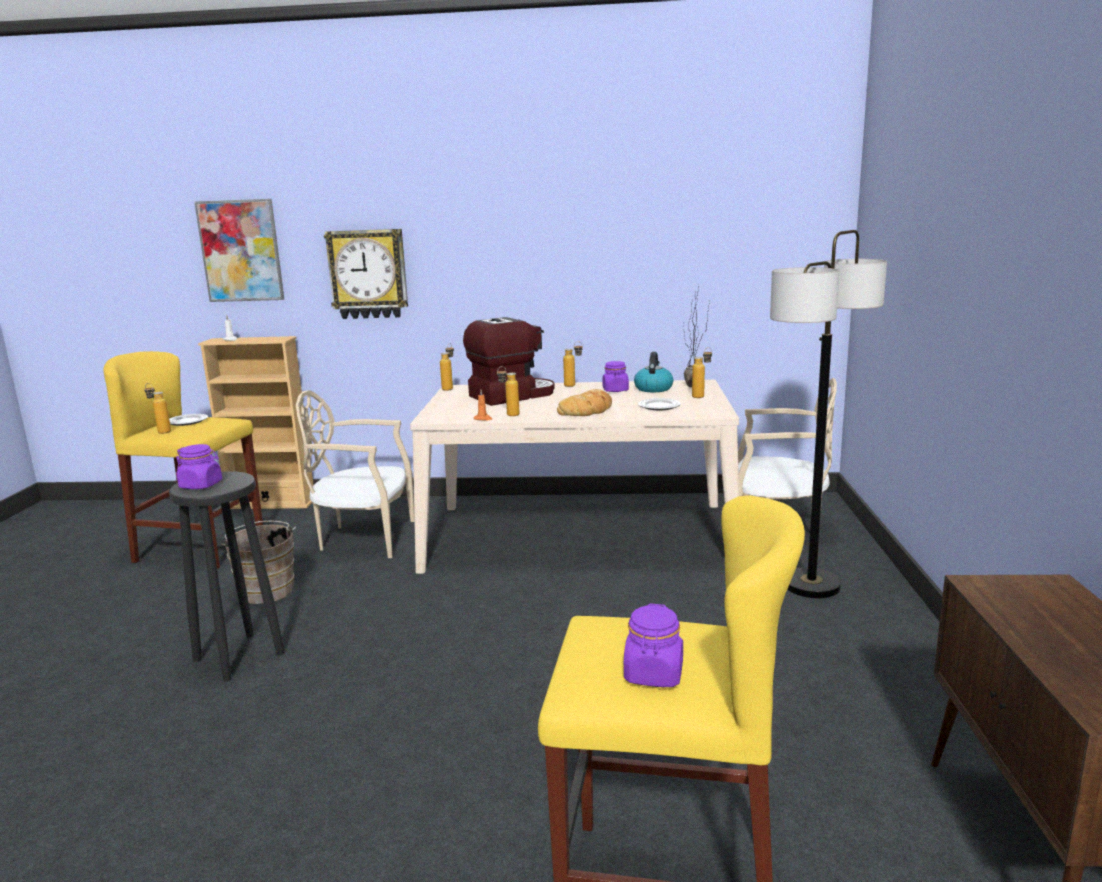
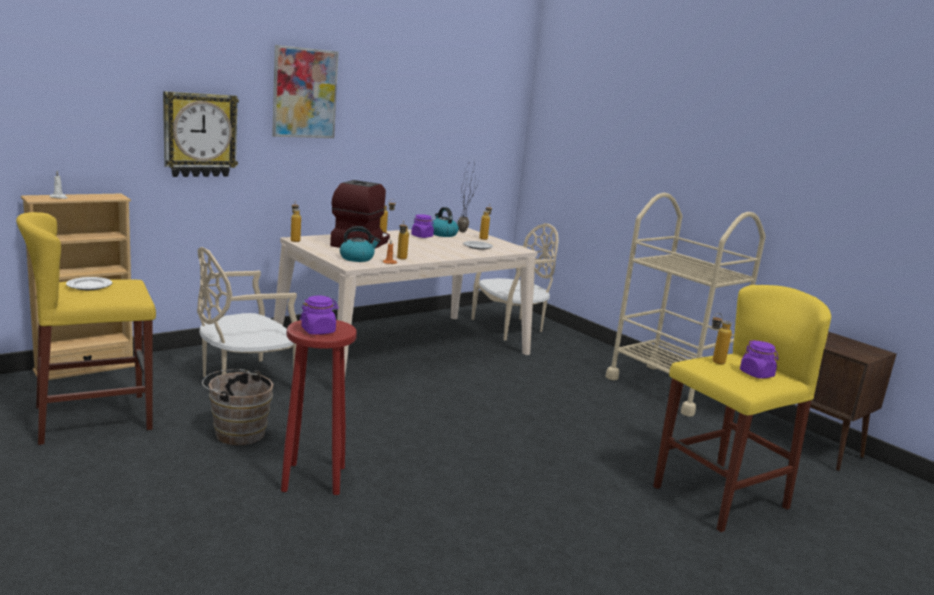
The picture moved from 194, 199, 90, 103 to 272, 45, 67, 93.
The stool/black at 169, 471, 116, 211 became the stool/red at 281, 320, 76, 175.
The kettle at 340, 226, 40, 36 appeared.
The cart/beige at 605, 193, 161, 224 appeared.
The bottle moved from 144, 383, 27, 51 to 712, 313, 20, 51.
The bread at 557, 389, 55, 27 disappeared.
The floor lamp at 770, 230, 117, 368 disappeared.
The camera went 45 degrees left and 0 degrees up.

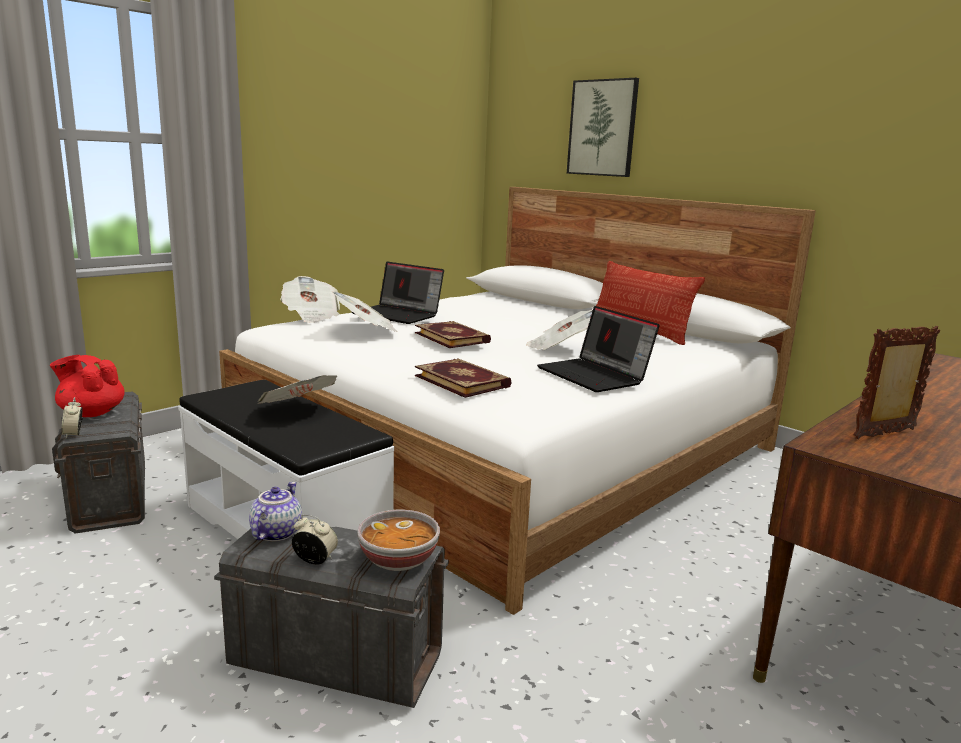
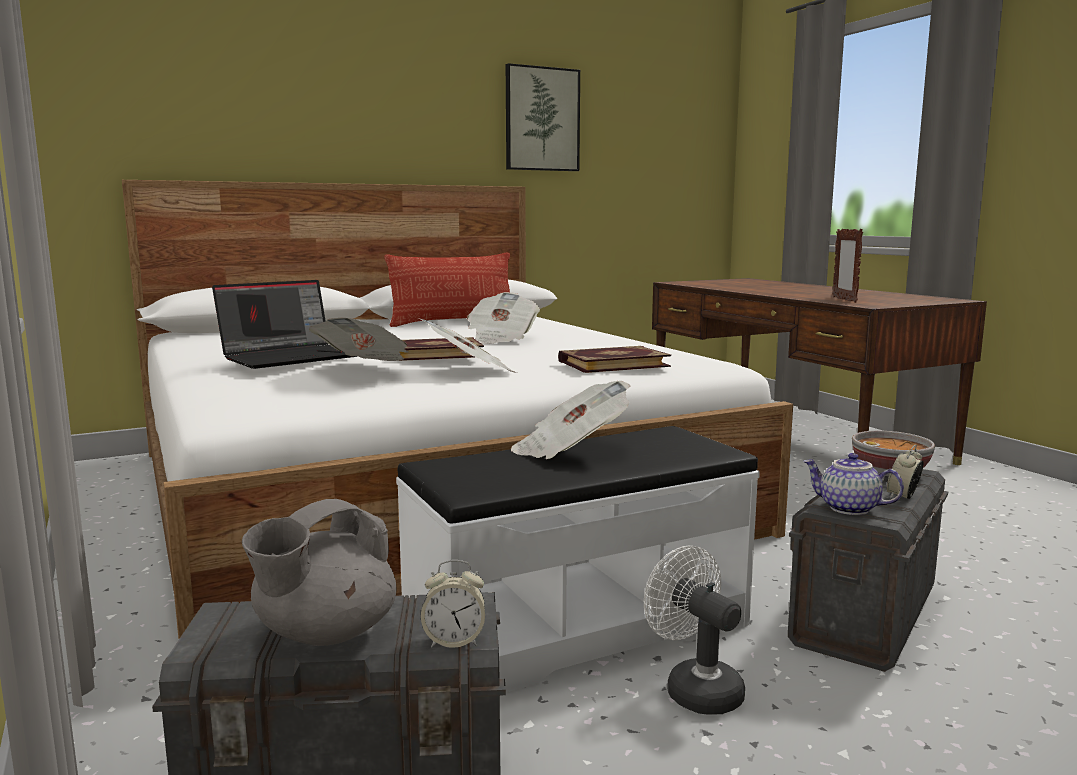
The teapot/red at 50, 355, 75, 62 became the teapot/grey at 242, 499, 155, 147.
The newspaper moved from 280, 276, 60, 47 to 418, 318, 100, 55.
The picture moved from 567, 78, 72, 99 to 506, 63, 74, 108.
The fan/white at 644, 546, 101, 168 appeared.
The laptop at 537, 306, 123, 86 disappeared.
The camera went 70 degrees left and 5 degrees down.

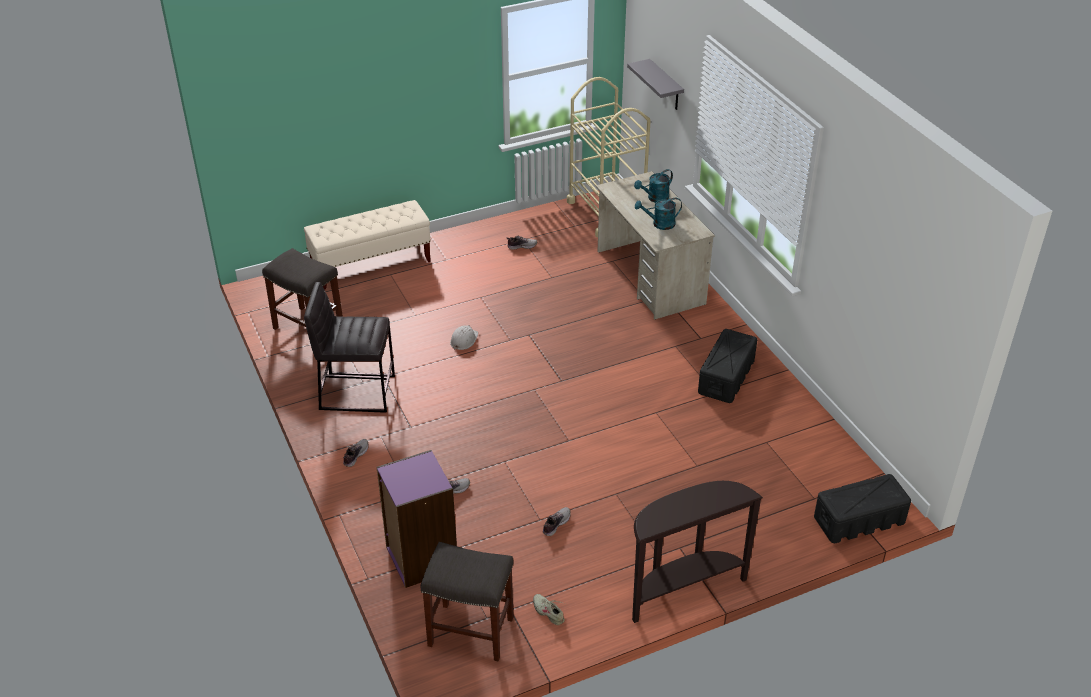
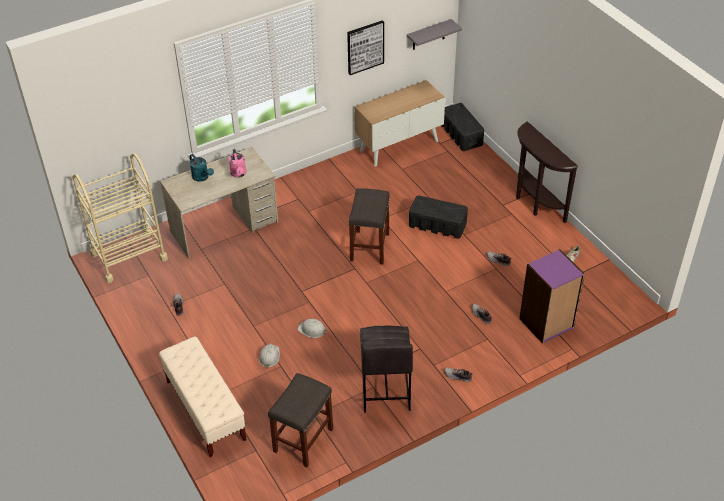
The watering can/turquoise at 635, 198, 47, 32 became the watering can/pink at 228, 149, 19, 29.
The hard hat/white at 259, 343, 21, 25 appeared.
The picture at 347, 20, 37, 55 appeared.
The stool/grey moved from 421, 542, 93, 119 to 349, 188, 41, 77.
The cabinet at 355, 80, 90, 87 appeared.
The shelf/grey moved from 627, 59, 57, 51 to 407, 19, 55, 31.
The storage box/black moved from 698, 329, 59, 74 to 409, 195, 59, 44.
The camera went 95 degrees left and 5 degrees up.

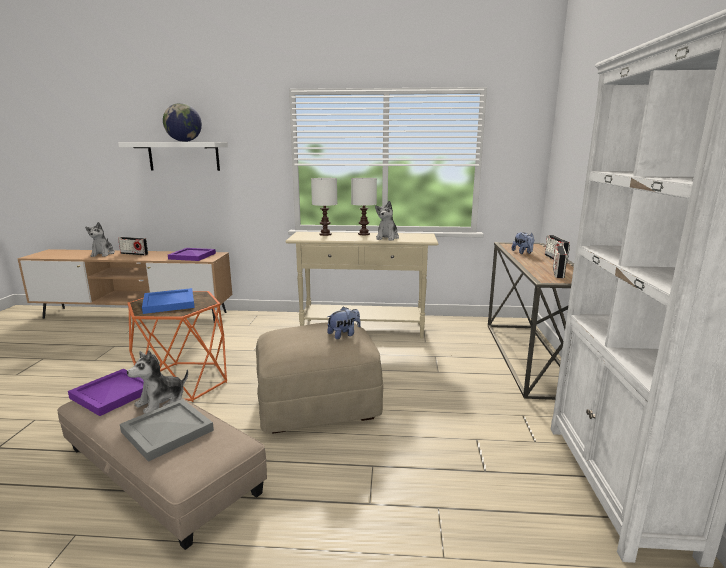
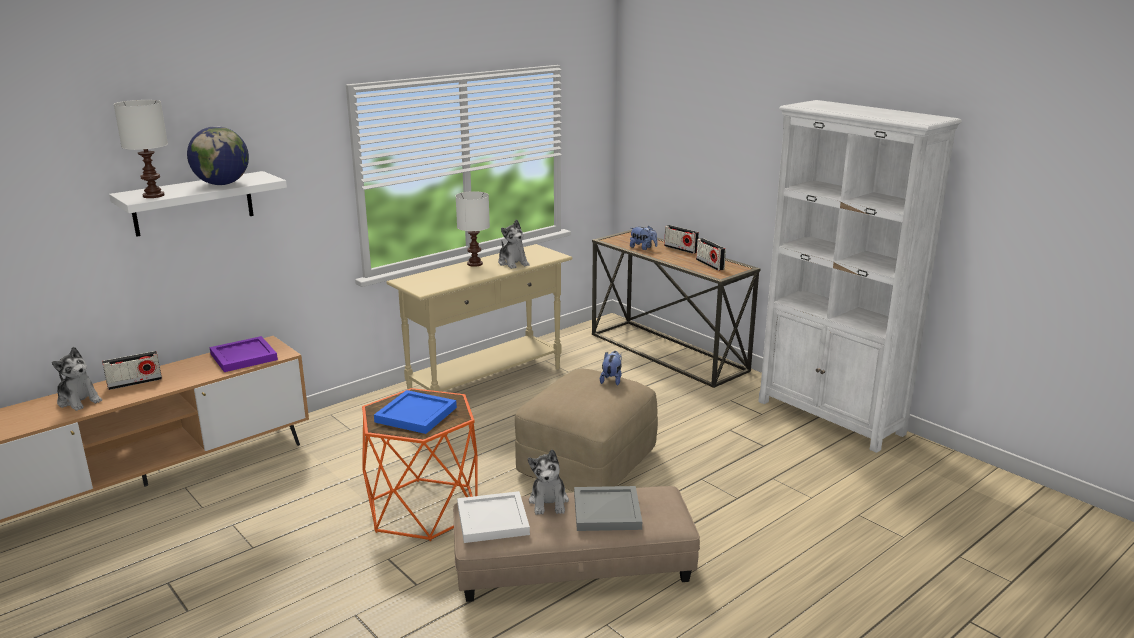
The table lamp/white moved from 311, 178, 26, 58 to 114, 100, 54, 98.
The tray/purple at 68, 369, 76, 47 became the tray/white at 457, 491, 73, 52.
The camera went 45 degrees left and 5 degrees up.

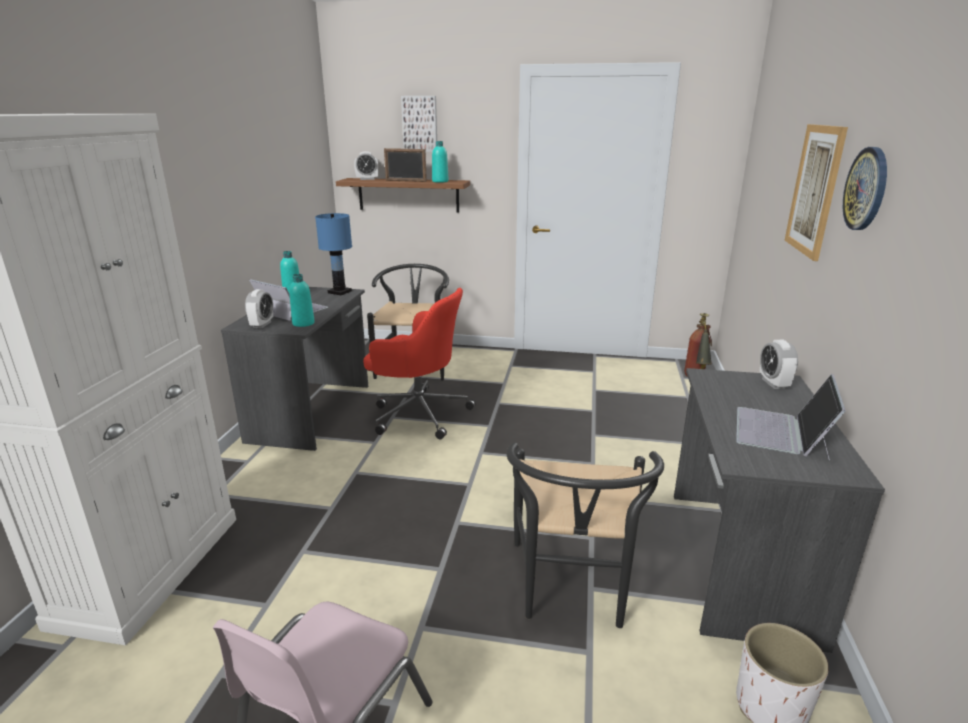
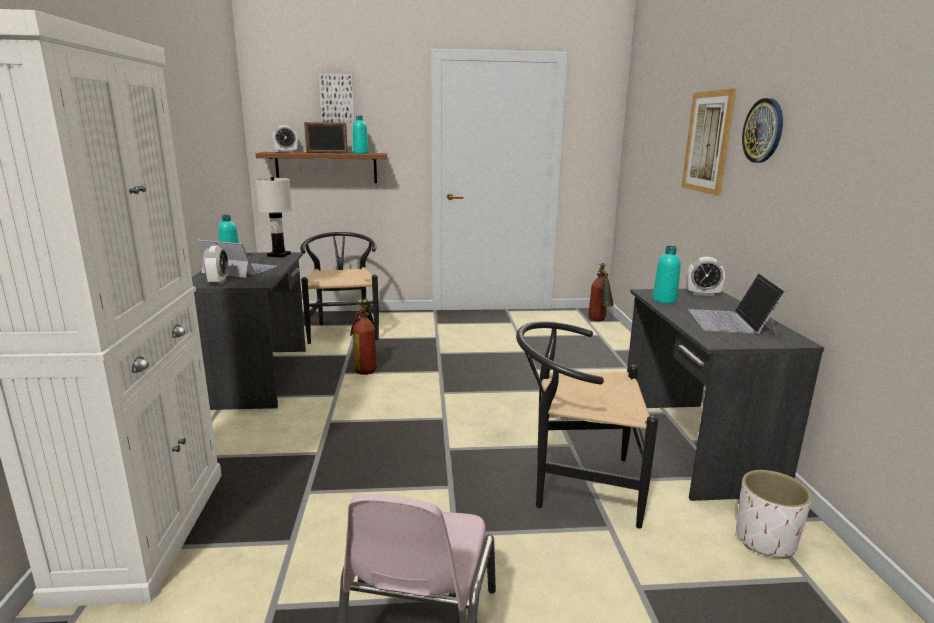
The table lamp/blue at 315, 213, 37, 82 became the table lamp/white at 255, 177, 37, 81.
The office chair/red at 363, 288, 113, 151 was replaced by the fire extinguisher at 350, 299, 28, 76.
The chair/black at 506, 442, 158, 186 turned 105 degrees clockwise.
The bottle/turquoise moved from 289, 274, 26, 53 to 653, 246, 28, 58.
The alarm clock at 760, 340, 38, 49 turned 60 degrees counterclockwise.
The camera went 15 degrees left and 5 degrees down.

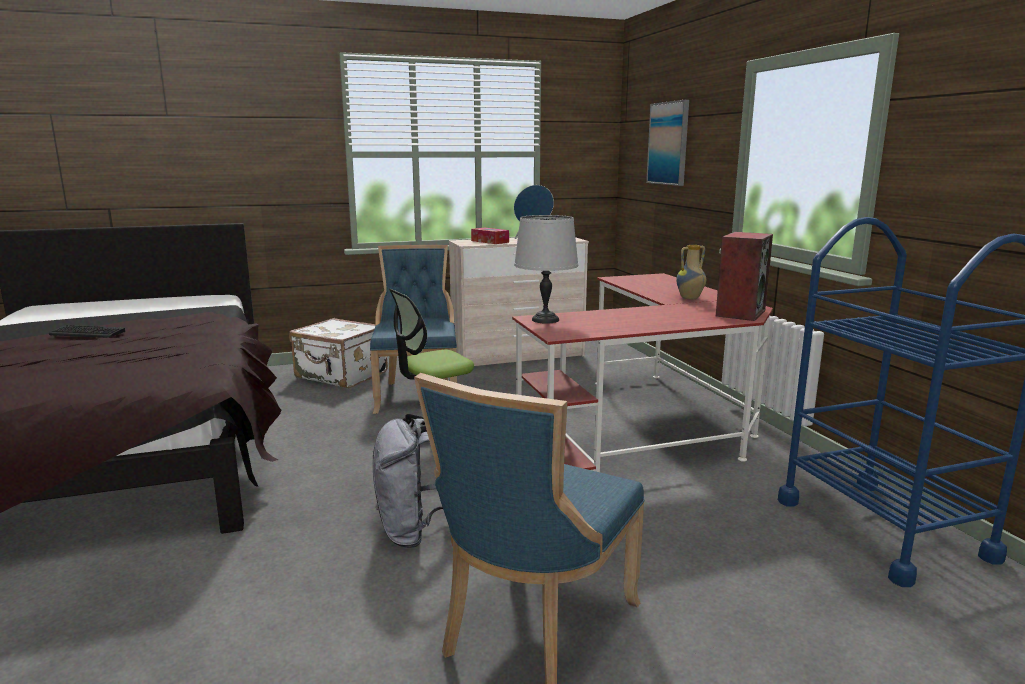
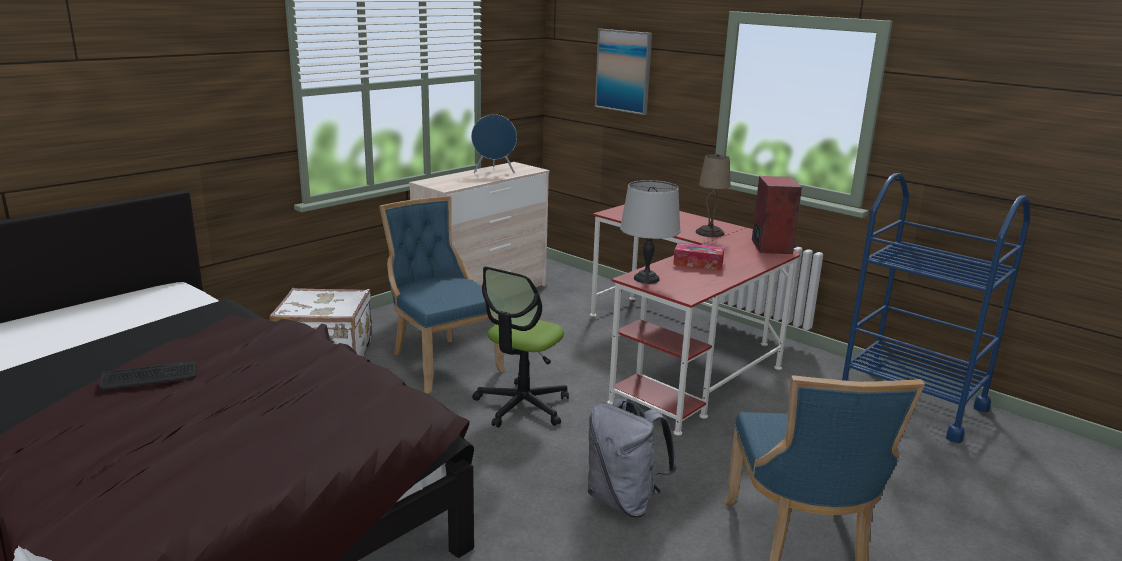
The tissue box moved from 471, 228, 38, 16 to 673, 242, 52, 28.
The vase at 676, 245, 30, 54 was replaced by the table lamp/beige at 695, 154, 35, 83.
The camera went 30 degrees left and 5 degrees up.

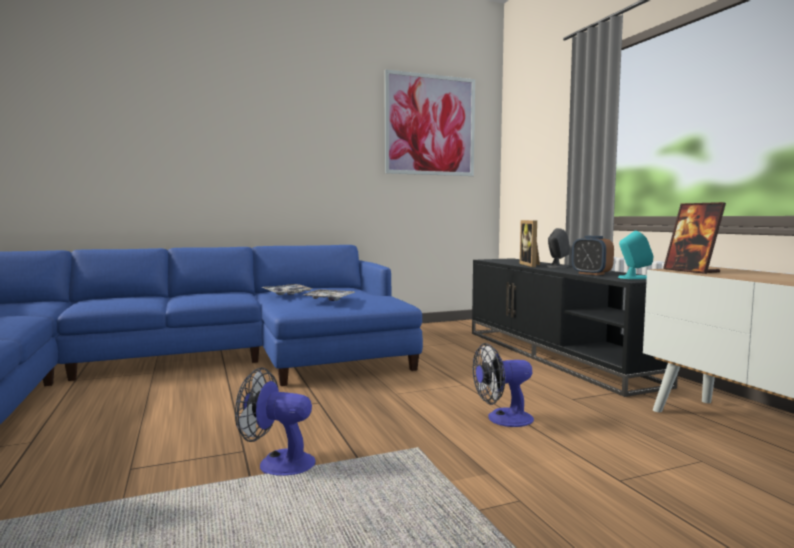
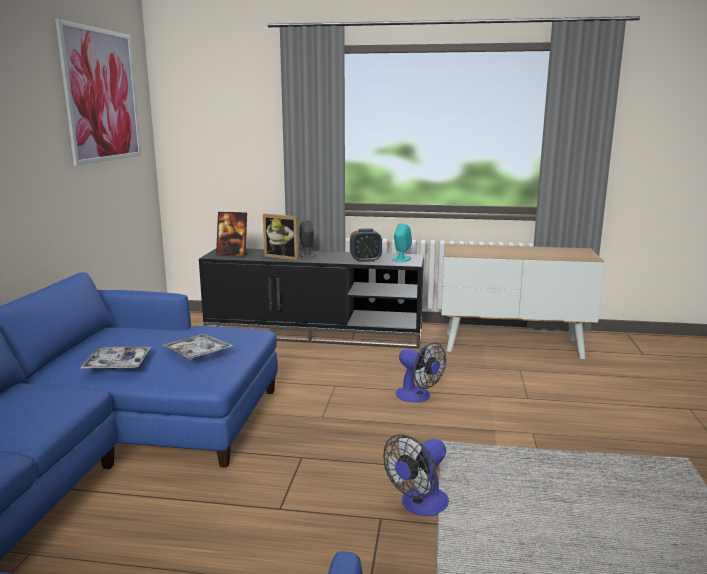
The picture frame moved from 663, 202, 63, 72 to 216, 212, 32, 45.
The fan at 473, 343, 61, 84 turned 60 degrees counterclockwise.
The camera went 60 degrees left and 10 degrees up.

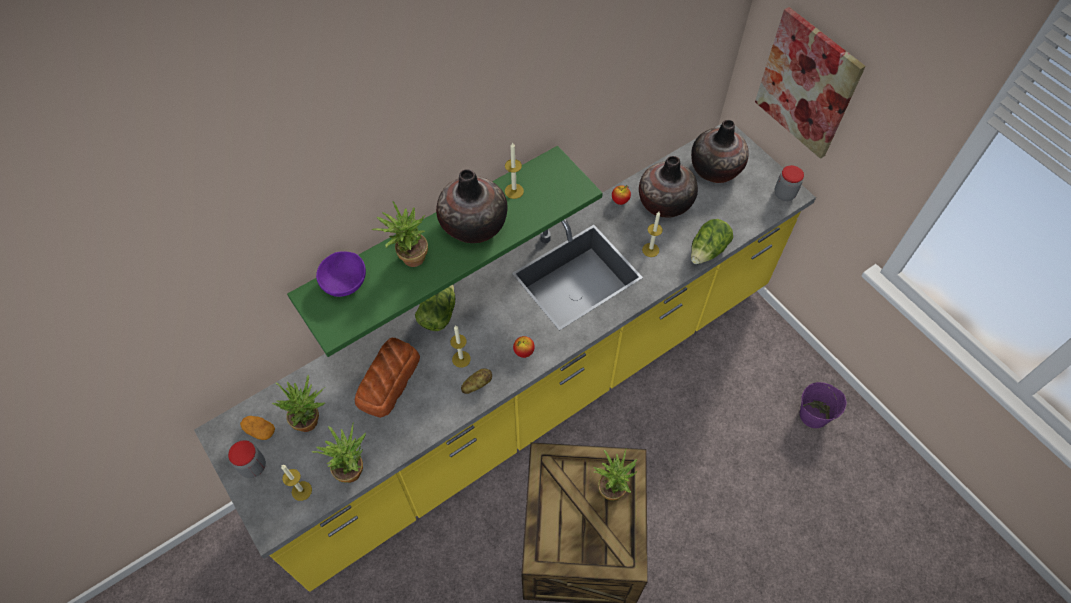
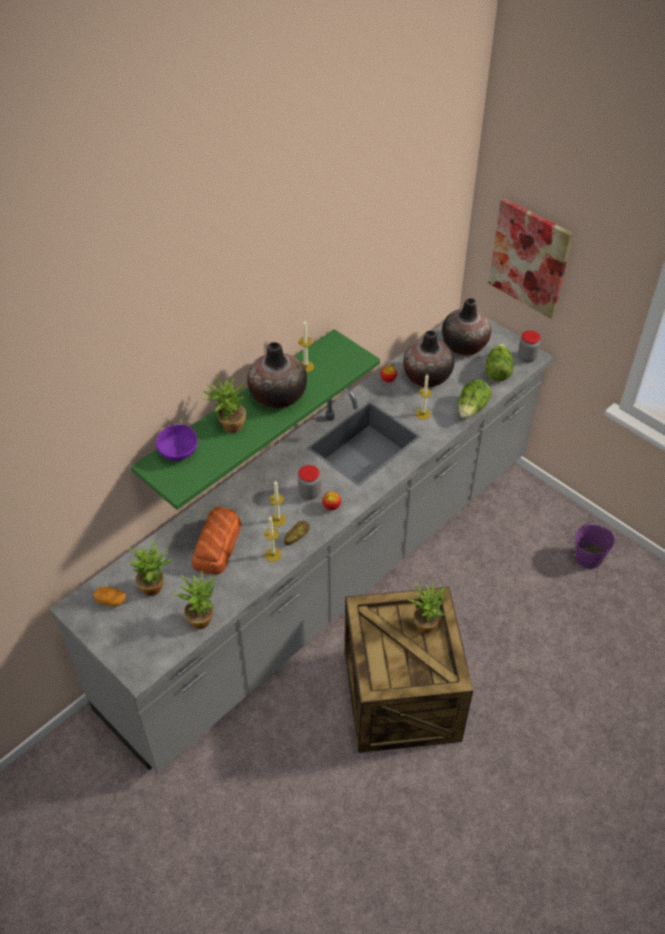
The counter/yellow at 194, 119, 622, 473 became the counter/grey at 50, 318, 504, 455.
The candle moved from 281, 465, 31, 36 to 264, 516, 18, 46.
The jar moved from 228, 440, 38, 38 to 298, 465, 23, 35.
The lettuce moved from 415, 285, 40, 46 to 485, 343, 28, 39.
The camera went 10 degrees left and 10 degrees down.

